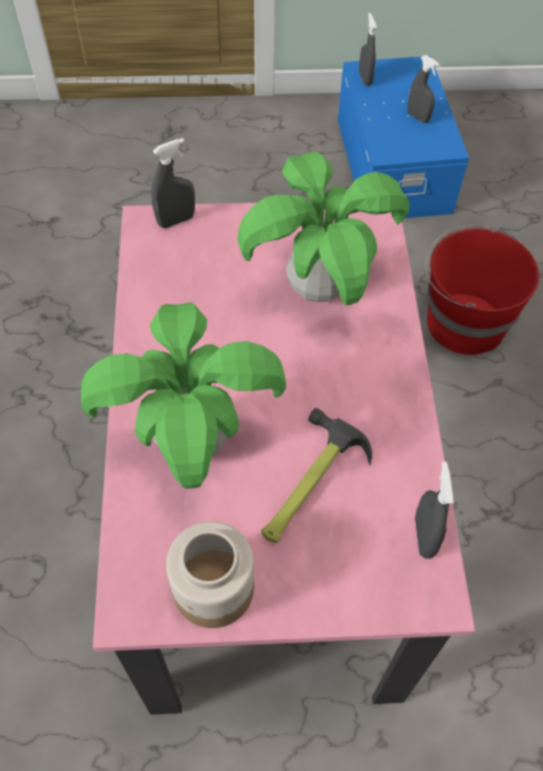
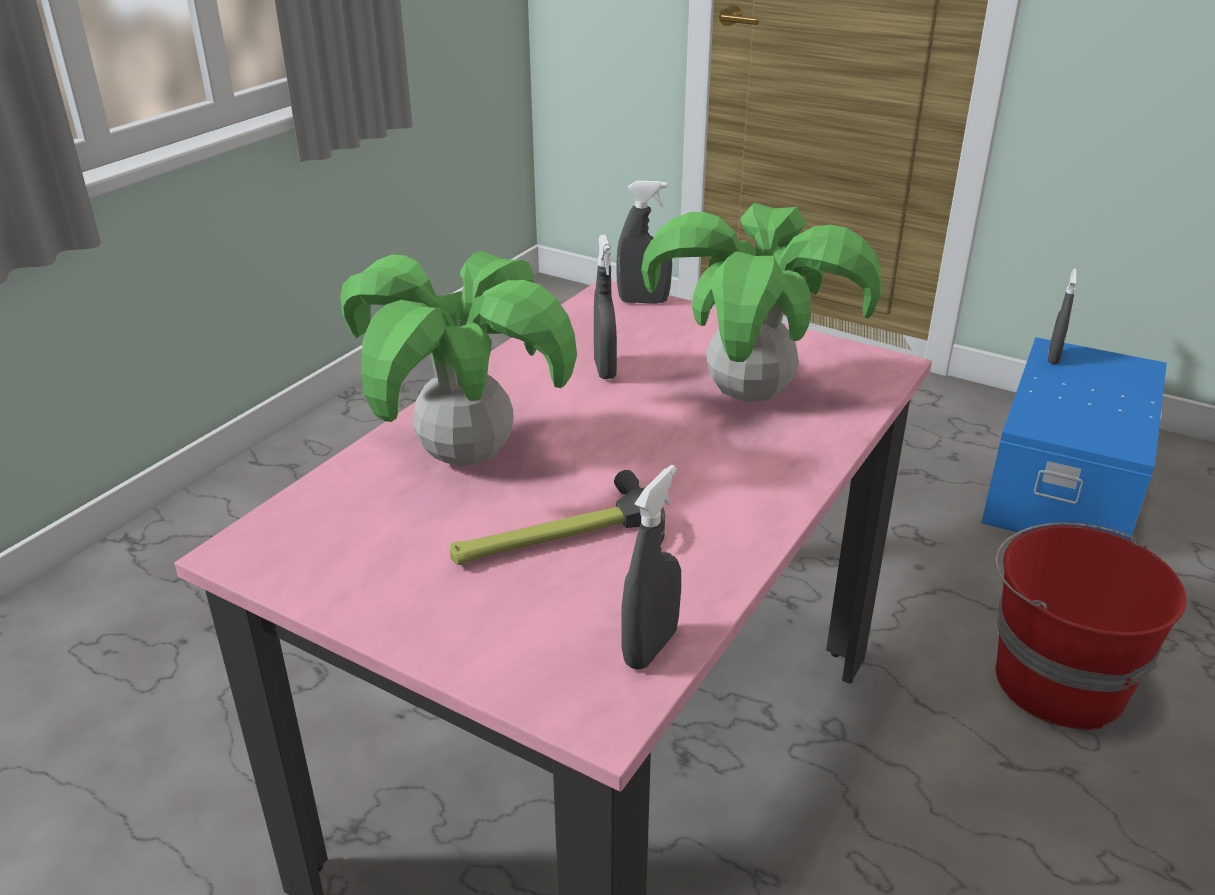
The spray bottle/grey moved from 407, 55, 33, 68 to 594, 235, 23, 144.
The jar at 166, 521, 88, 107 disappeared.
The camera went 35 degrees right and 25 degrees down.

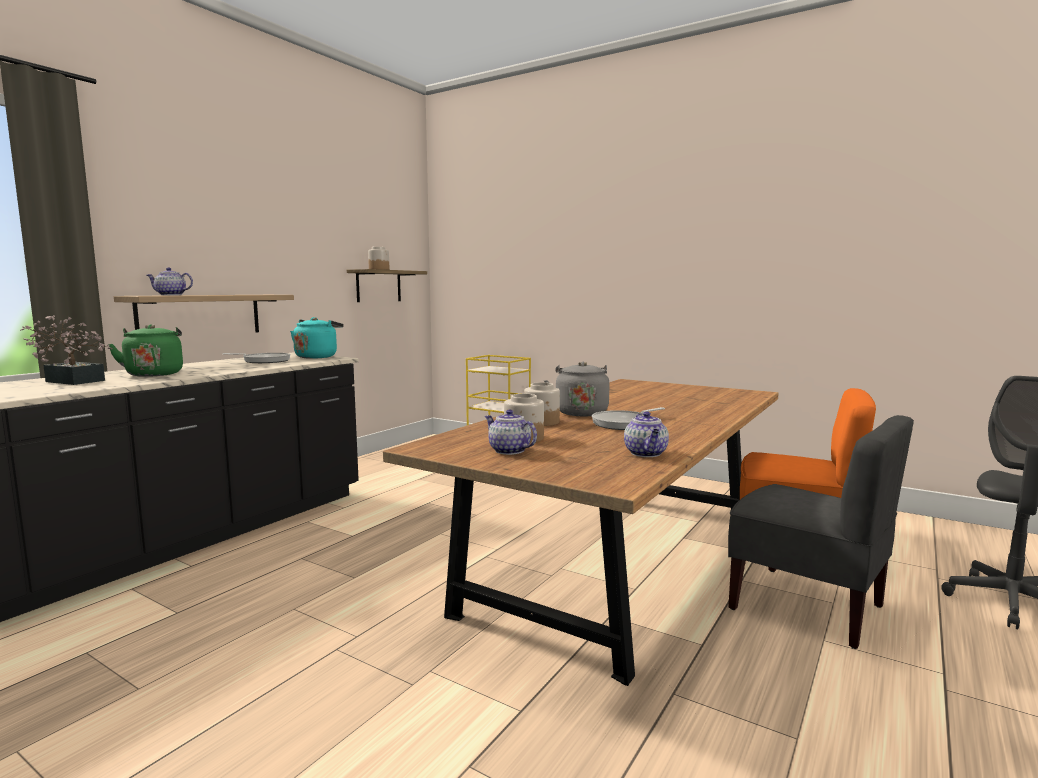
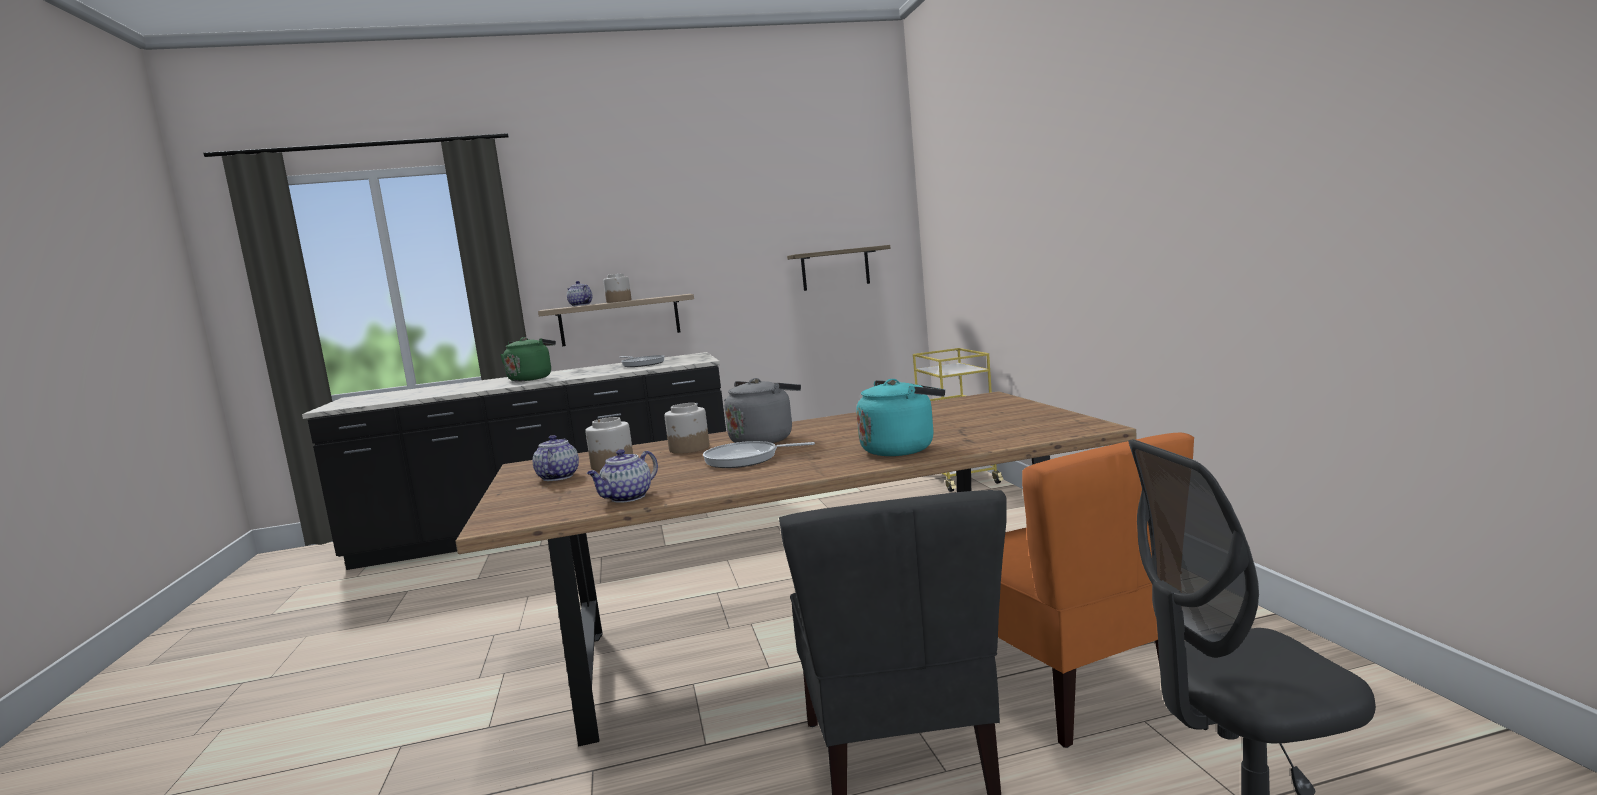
The jar moved from 368, 247, 21, 23 to 603, 273, 28, 30.
The kettle/turquoise moved from 290, 317, 53, 42 to 856, 379, 89, 77.
The potted plant at 20, 315, 92, 70 disappeared.
The camera went 45 degrees right and 0 degrees up.

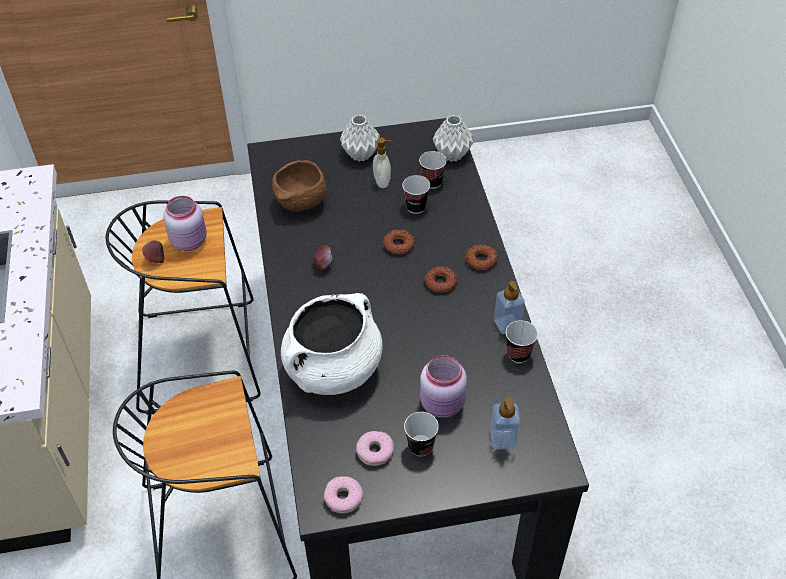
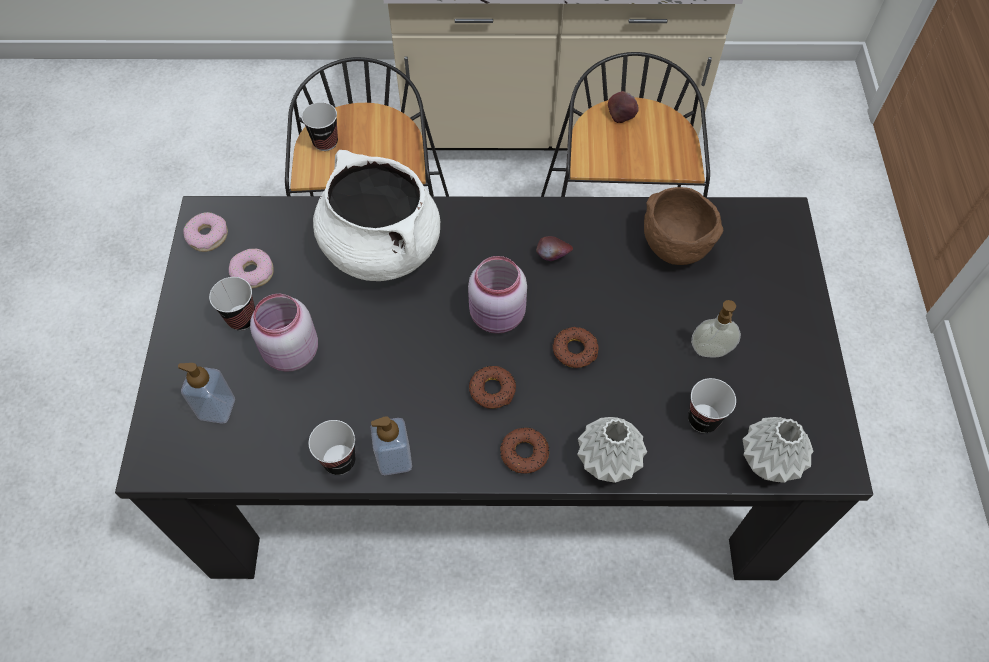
The cup moved from 402, 175, 28, 39 to 302, 102, 36, 49.
The jar/pink moved from 163, 196, 44, 55 to 468, 256, 59, 78.
The vase/grey moved from 340, 115, 40, 46 to 577, 417, 70, 66.
The camera went 100 degrees right and 10 degrees up.

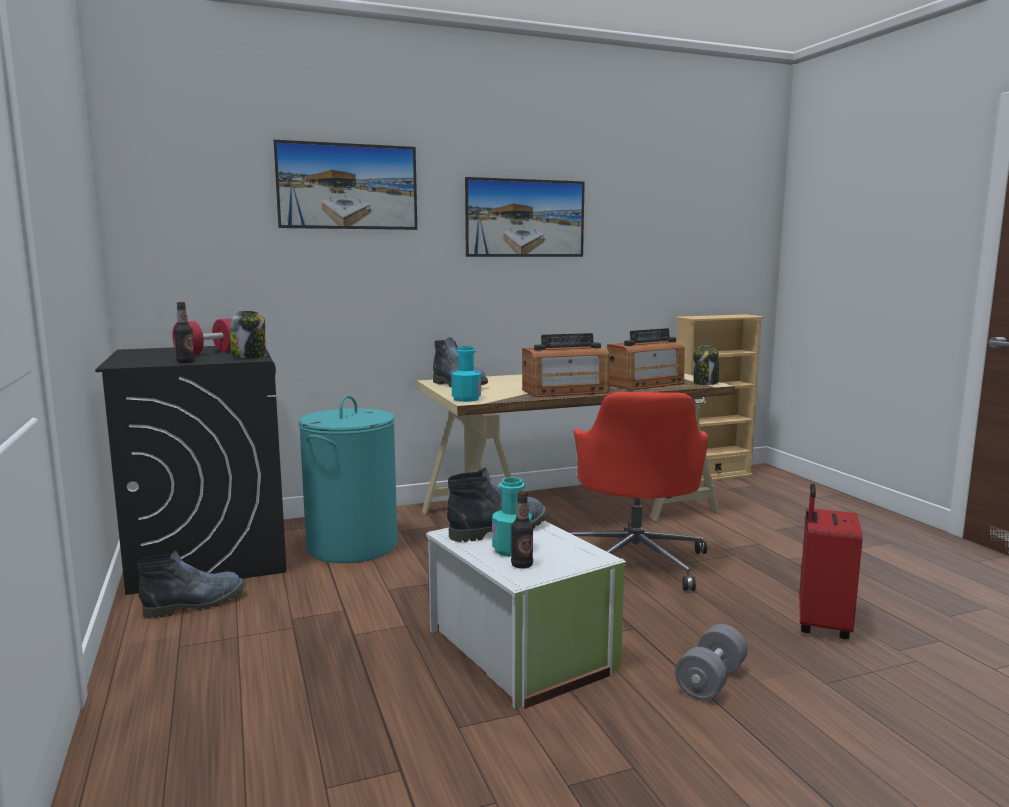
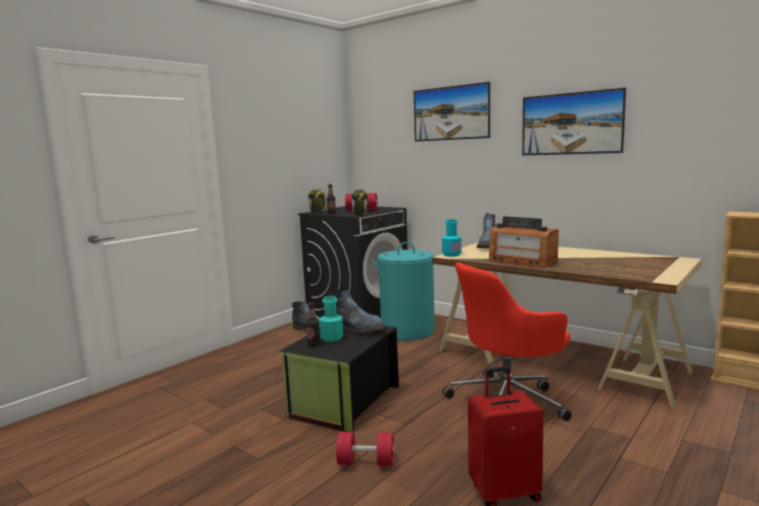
The storage box/white at 426, 520, 201, 189 became the storage box/black at 279, 326, 120, 106.
The jar moved from 693, 345, 26, 40 to 308, 189, 19, 24.
The dumbbell/grey at 675, 624, 73, 77 became the dumbbell/red at 336, 432, 59, 34.
The radio at 607, 328, 78, 62 disappeared.
The camera went 60 degrees right and 0 degrees up.

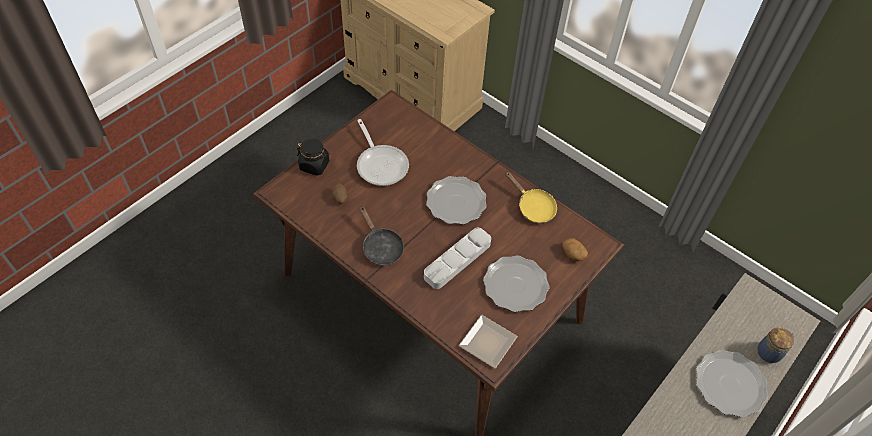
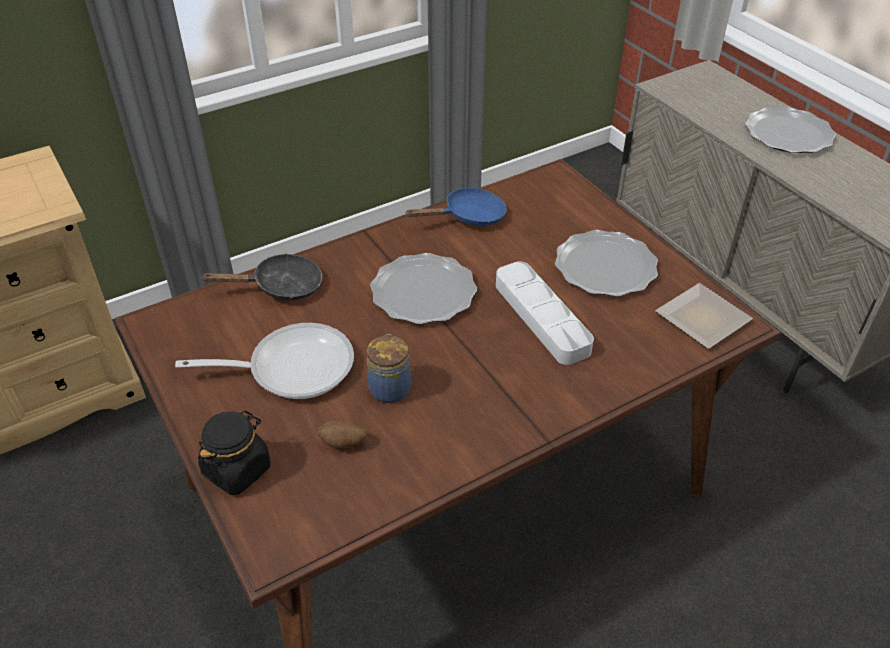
The frying pan/black moved from 360, 206, 44, 59 to 201, 253, 121, 48.
The jar moved from 758, 327, 37, 36 to 367, 334, 44, 69.
The frying pan/yellow at 505, 172, 52, 51 became the frying pan/blue at 405, 188, 102, 38.
The potato at 563, 238, 25, 23 disappeared.
The camera went 70 degrees left and 10 degrees down.

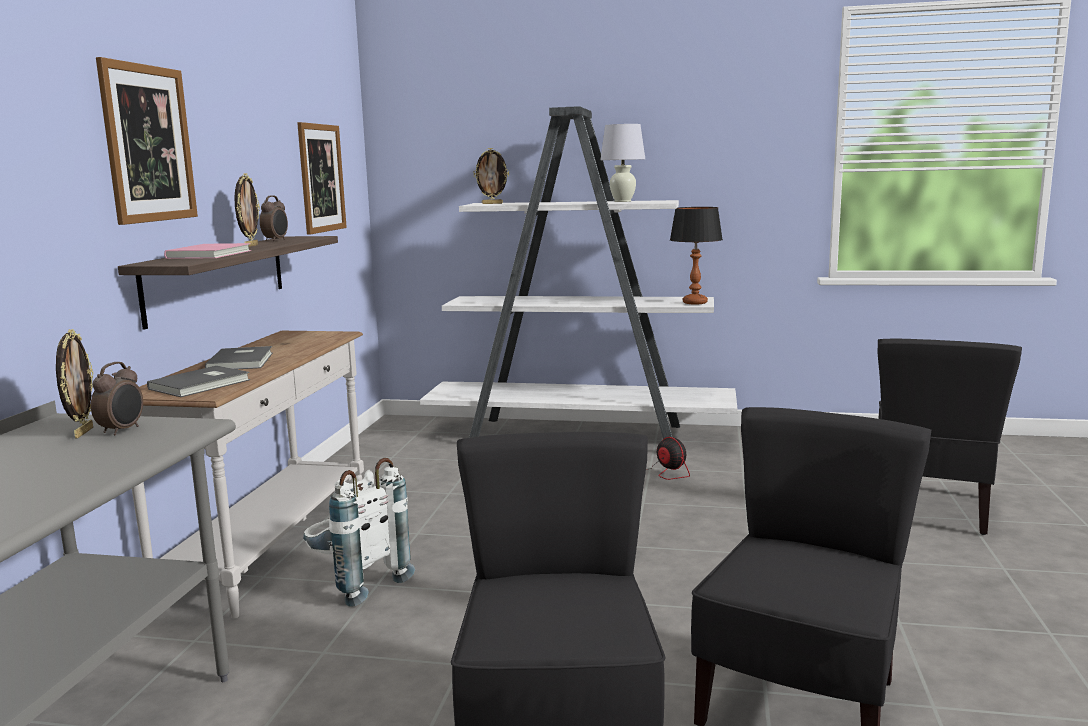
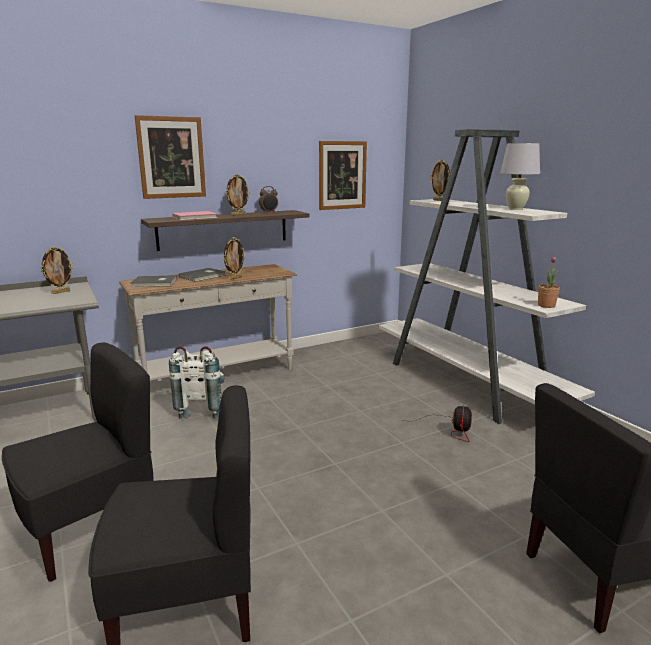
The picture frame at 223, 237, 23, 43 appeared.
The table lamp at 670, 207, 53, 98 was replaced by the potted plant at 538, 257, 22, 51.
The alarm clock at 91, 362, 52, 73 disappeared.
The camera went 50 degrees right and 5 degrees up.

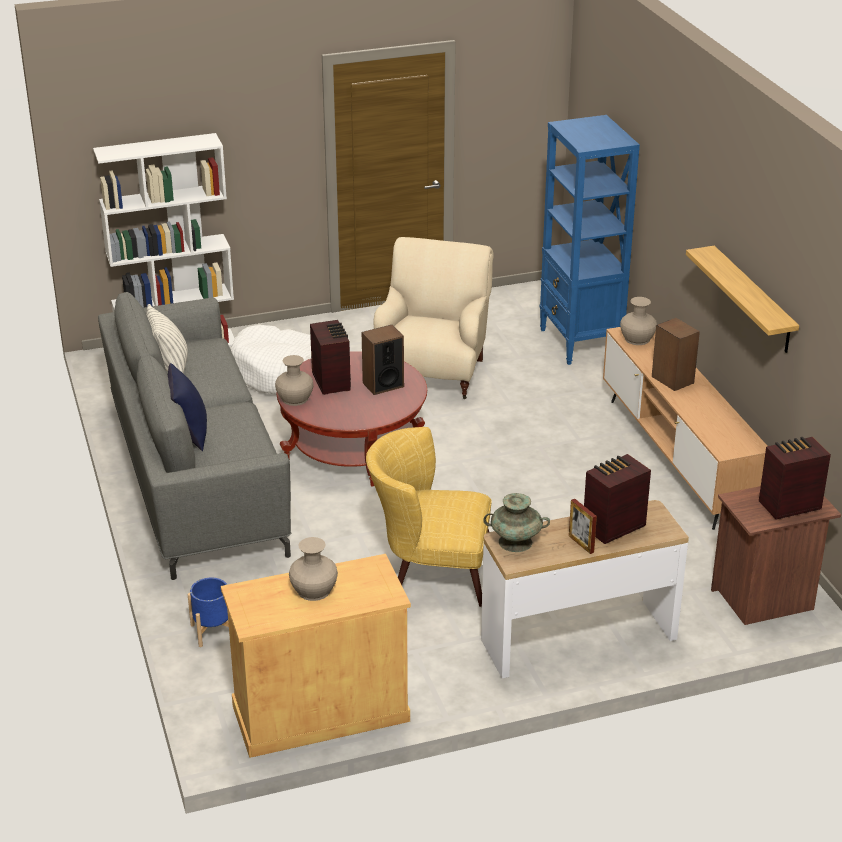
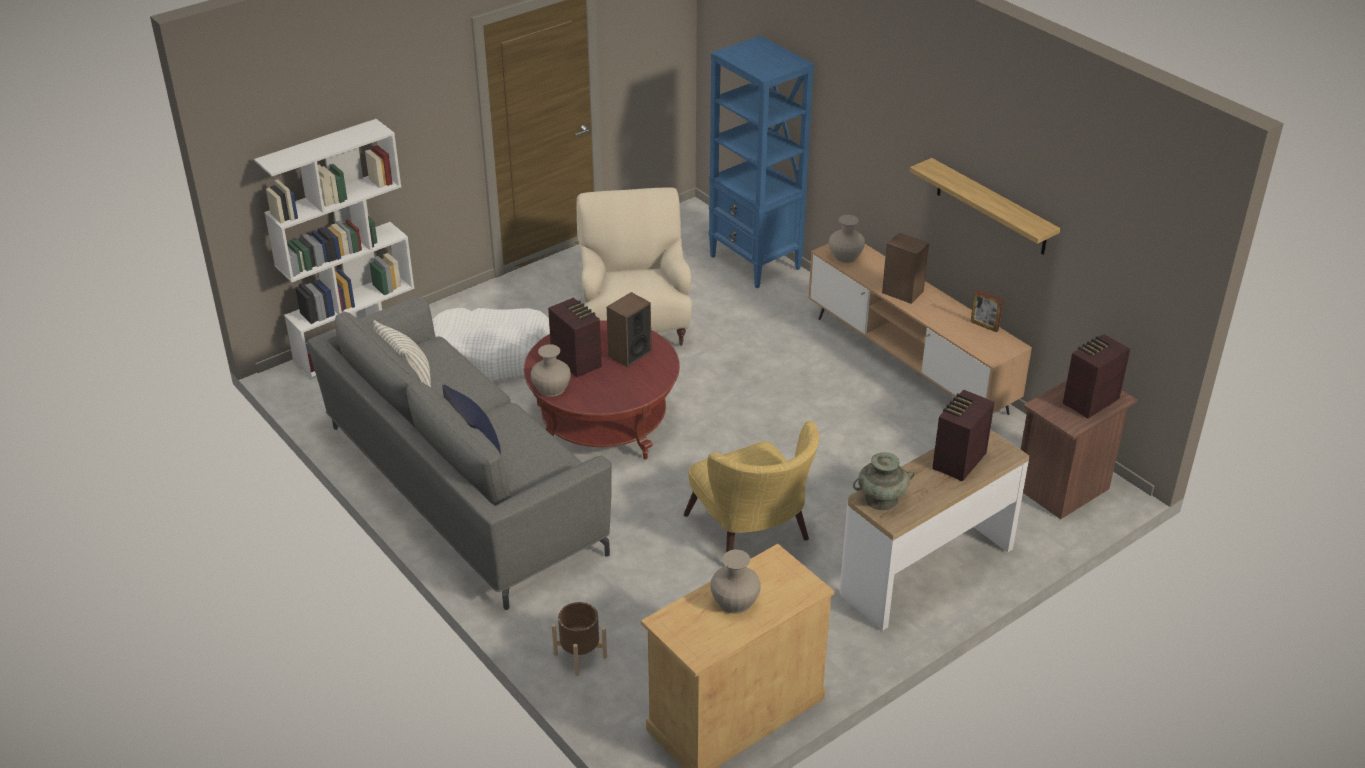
The planter/blue at 188, 578, 41, 69 became the planter/brown at 552, 602, 55, 74.
The armchair/yellow at 366, 427, 126, 180 turned 105 degrees counterclockwise.
The picture frame moved from 569, 499, 28, 55 to 971, 290, 32, 42.
The camera went 20 degrees left and 5 degrees up.

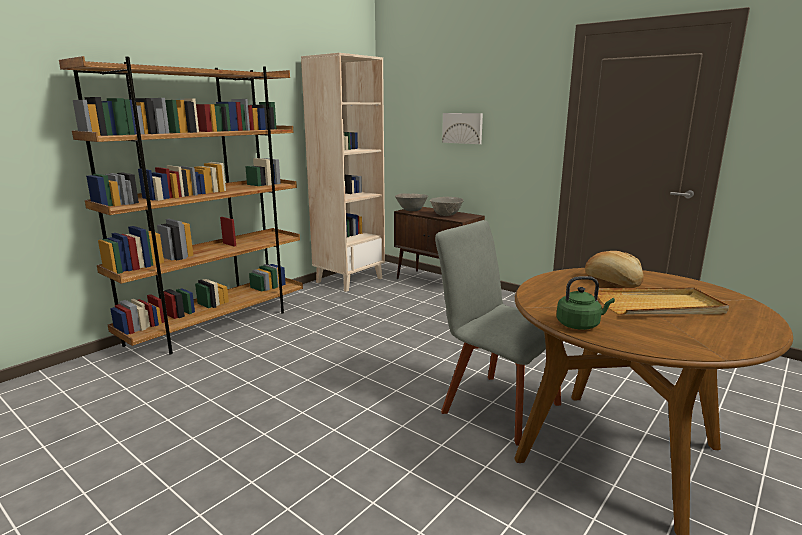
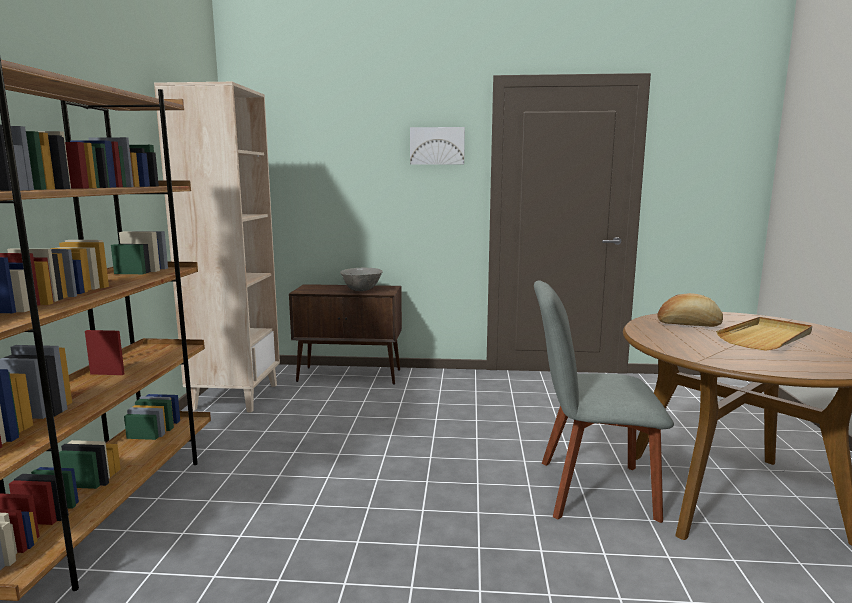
The picture moved from 442, 113, 41, 31 to 410, 127, 55, 38.
The bowl/grey at 395, 193, 33, 18 disappeared.
The kettle/green at 556, 276, 59, 54 disappeared.
The camera went 35 degrees left and 5 degrees down.

